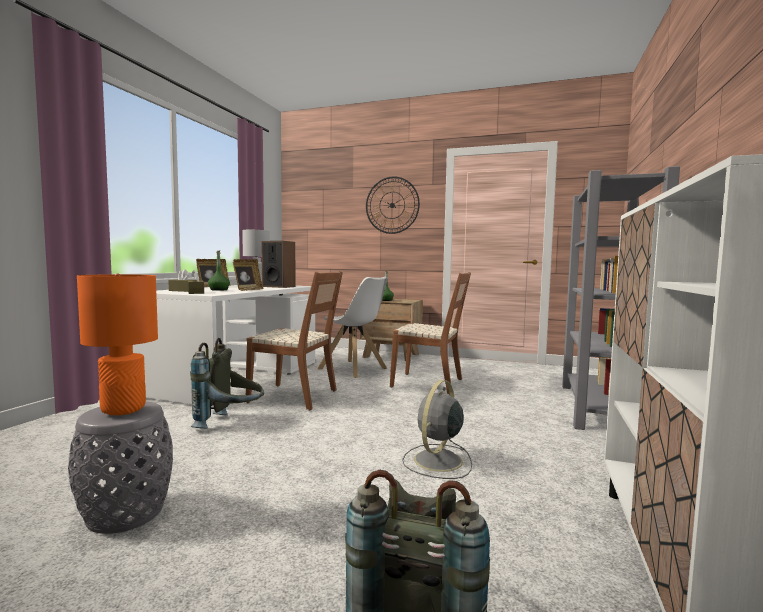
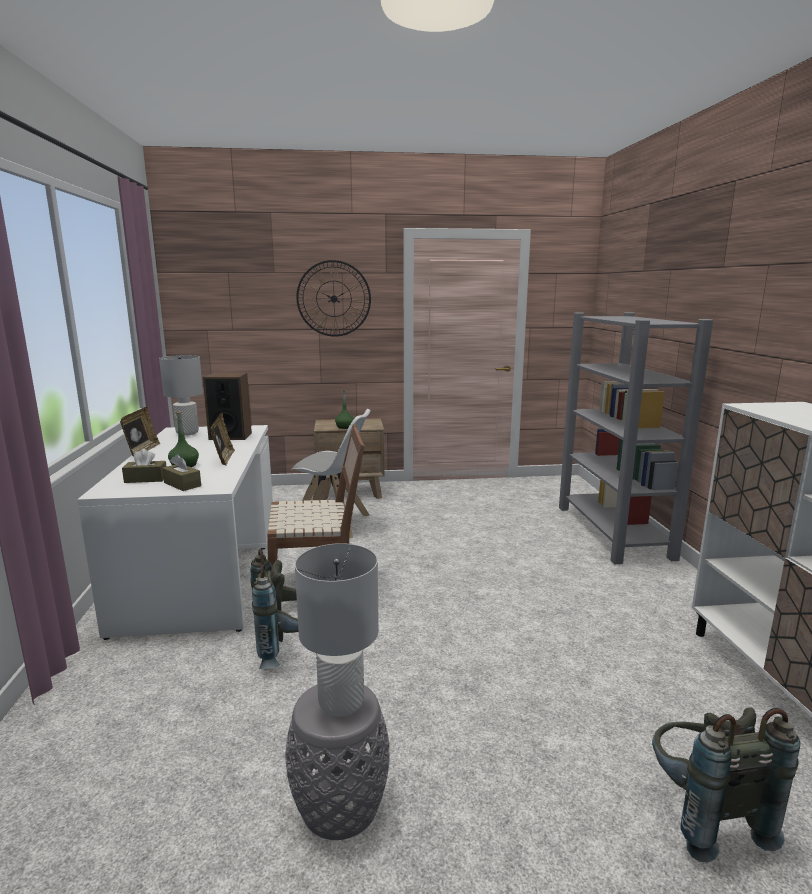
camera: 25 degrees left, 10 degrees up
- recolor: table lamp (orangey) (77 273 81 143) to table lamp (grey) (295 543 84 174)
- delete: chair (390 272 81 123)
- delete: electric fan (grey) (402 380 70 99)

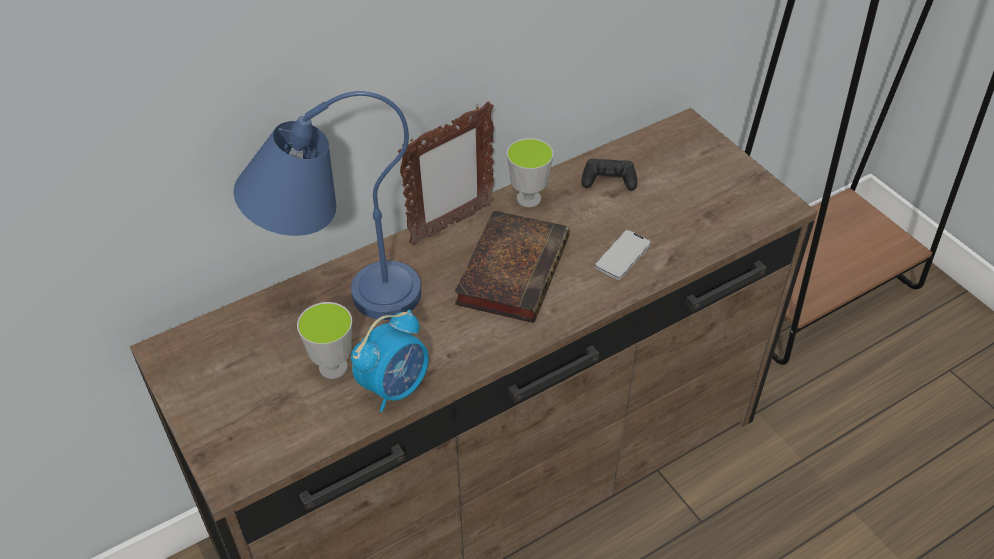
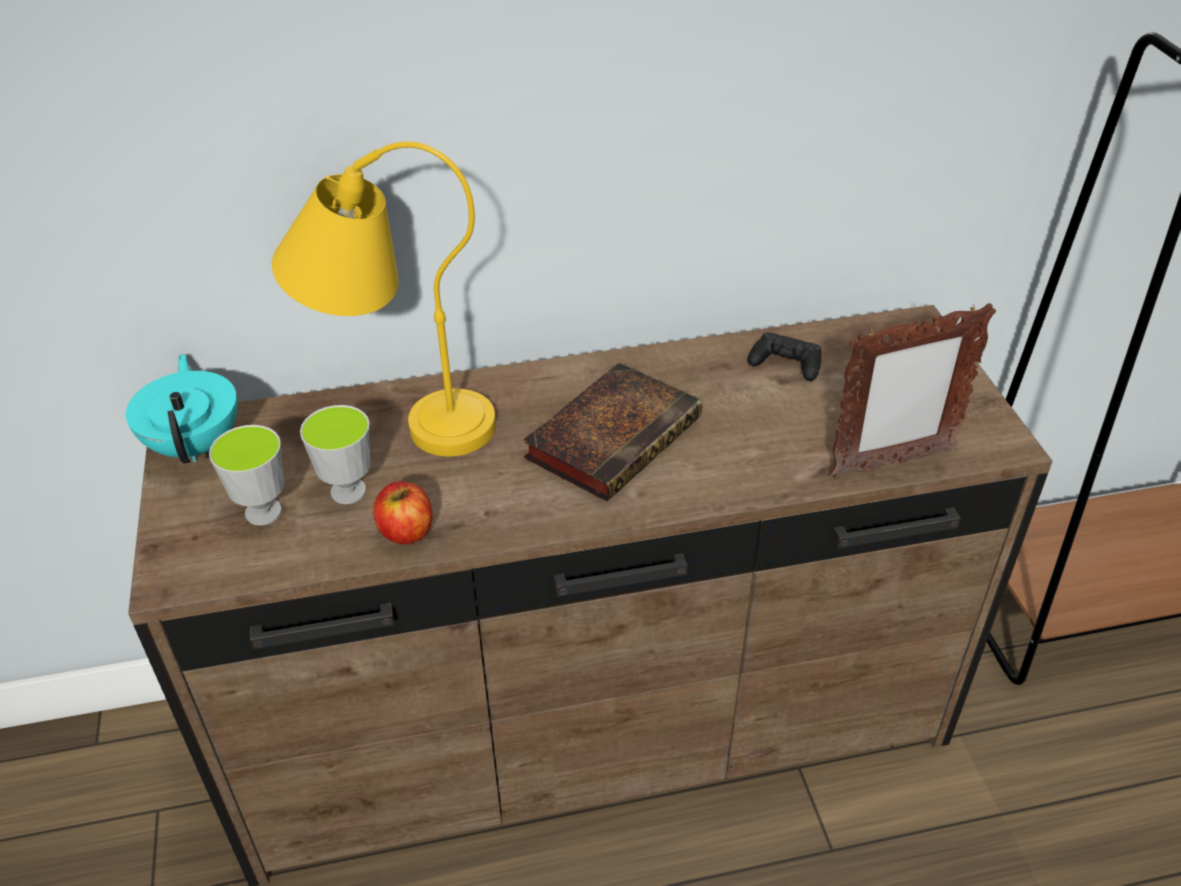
camera: 20 degrees right, 5 degrees down
- insert: teapot (turquoise-coloured) (126 354 111 109)
- move: drinking cup (506 138 48 69) to (209 425 76 100)
- recolor: table lamp (bluish) (234 91 187 229) to table lamp (yellow-coloured) (272 141 224 316)
- replace: bedside clock (351 310 78 102) to apple fruit (373 481 60 63)
- move: standing frame (398 101 96 145) to (829 303 167 176)
- delete: phone (594 230 57 50)

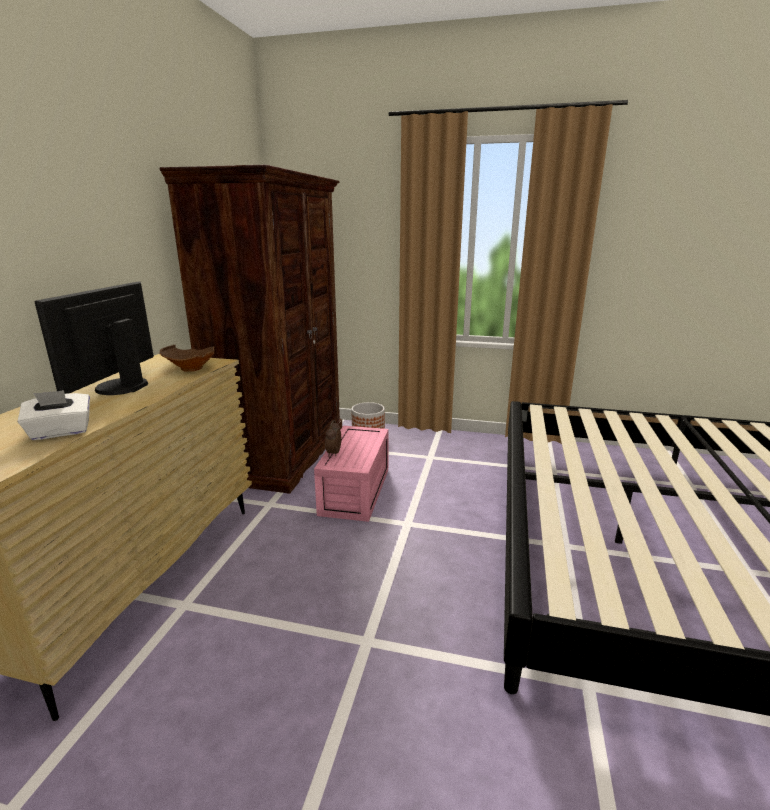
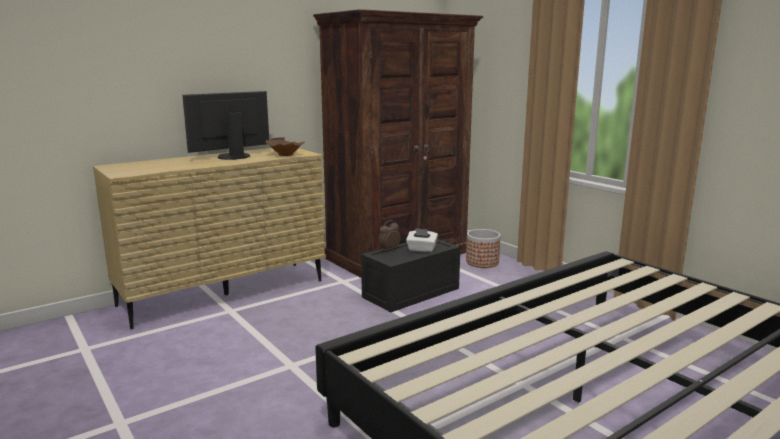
camera: 40 degrees right, 5 degrees down
- recolor: storage box (pink-coloured) (314 426 74 96) to storage box (blackish) (361 239 99 73)
- move: tissue box (white-coloured) (18 390 72 50) to (406 228 32 24)

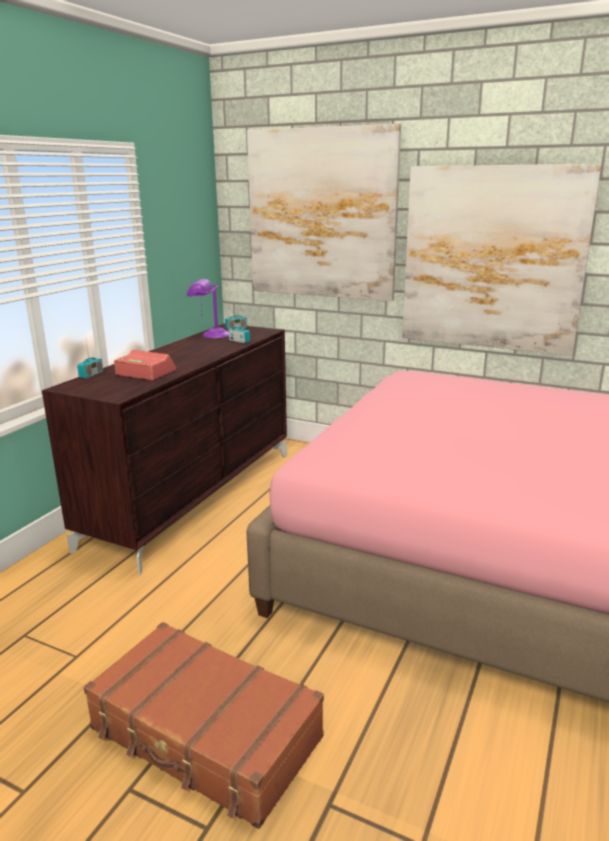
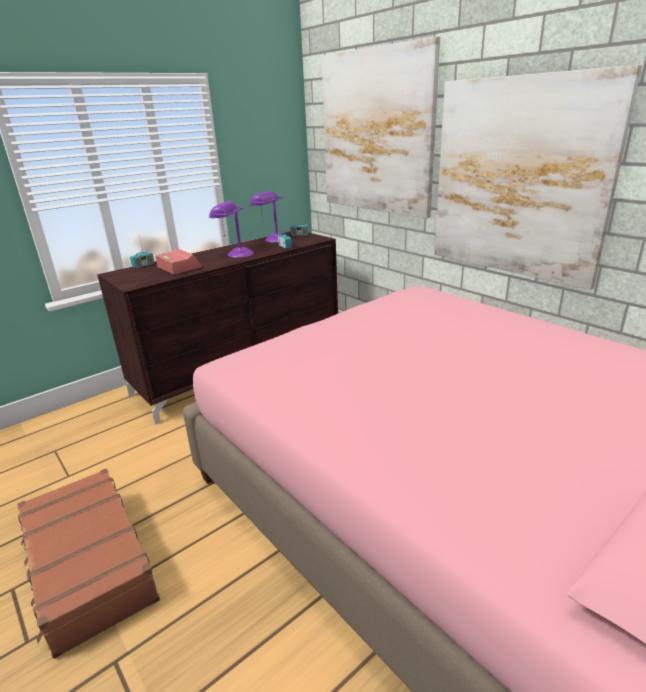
camera: 25 degrees right, 5 degrees up
- insert: table lamp (purple-coloured) (209 201 45 57)

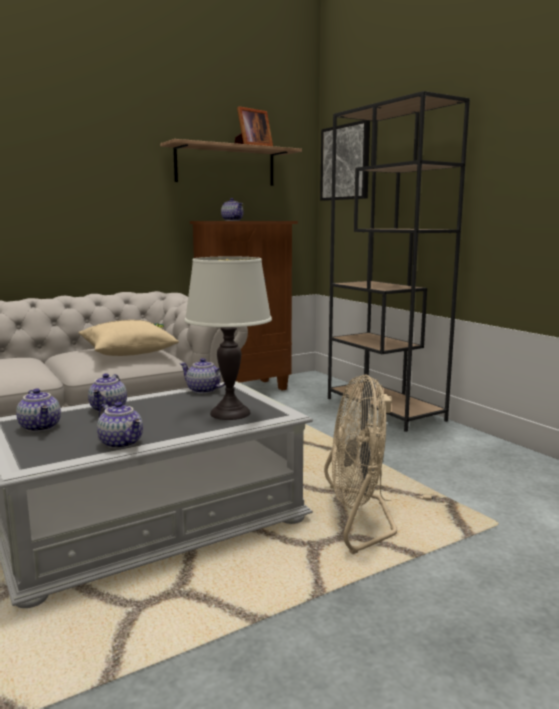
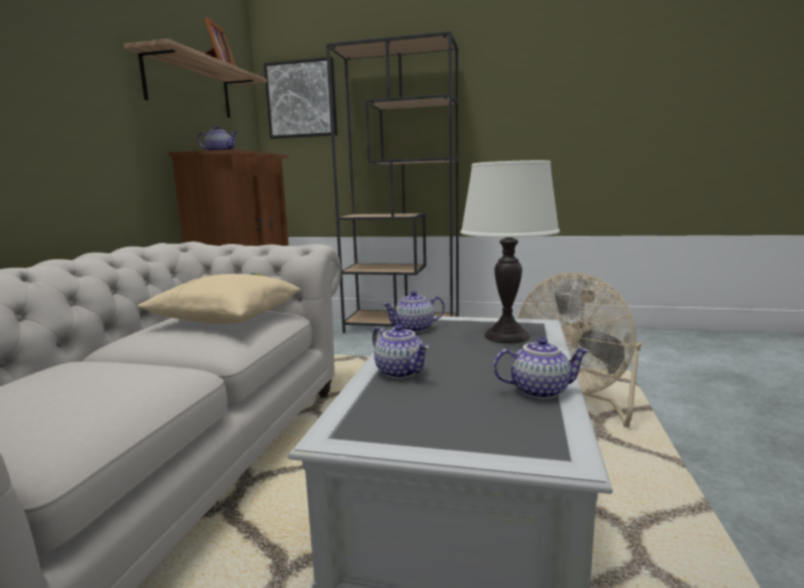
camera: 45 degrees left, 0 degrees up
- delete: teapot (16 389 45 43)

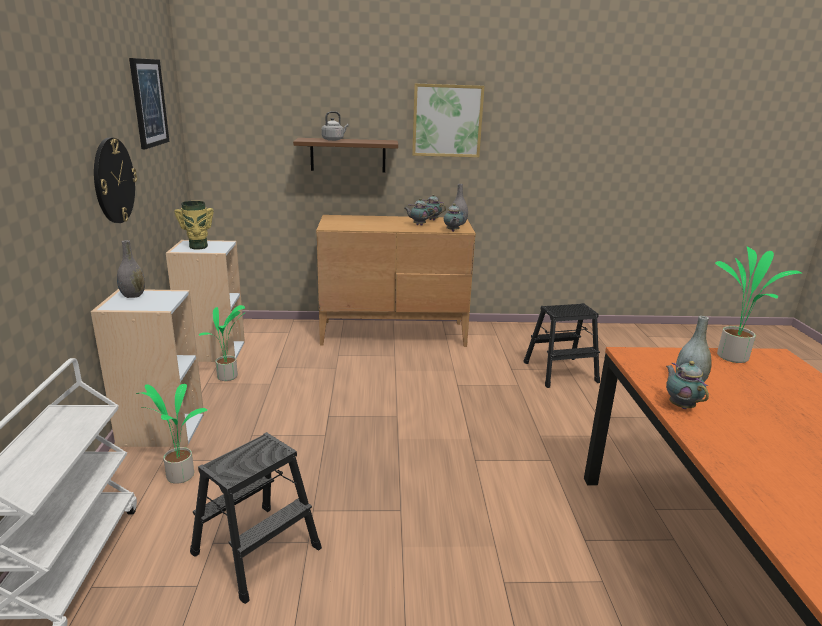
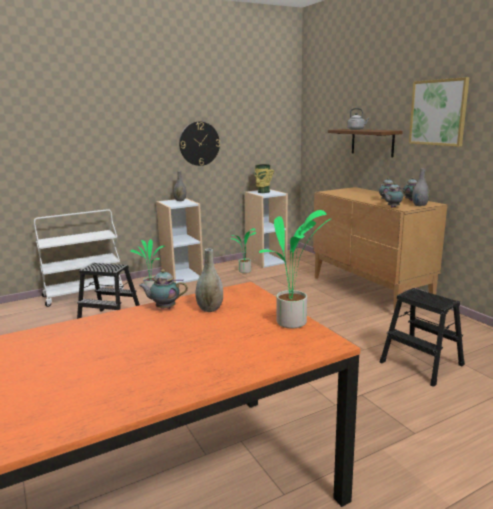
camera: 65 degrees right, 5 degrees down
- rotate: teapot (666 361 43 48) = (139 269 49 40) 135 degrees counterclockwise
- delete: picture (129 58 40 91)

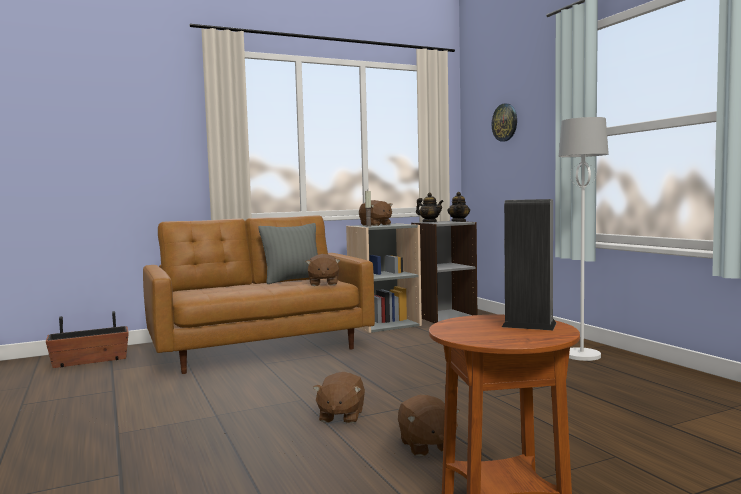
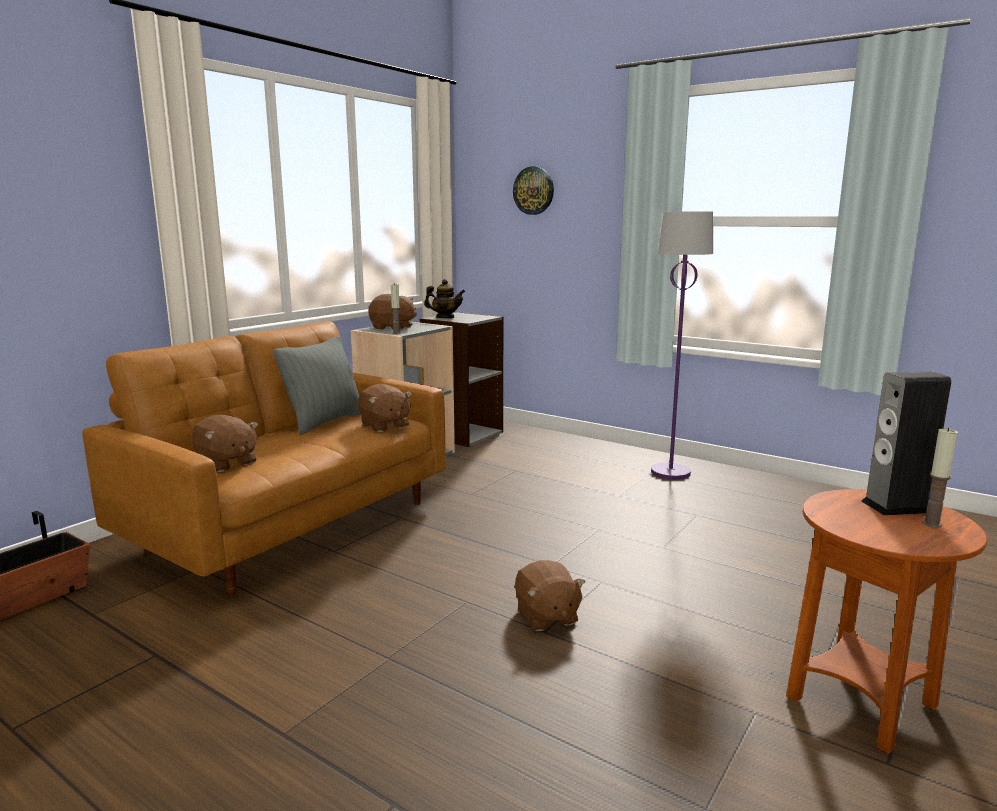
camera: 30 degrees left, 10 degrees up
- move: plush toy (brown) (398 395 62 62) to (192 415 66 57)
- recolor: floor lamp (white-coloured) (559 117 50 244) to floor lamp (purple-coloured) (651 211 62 269)
- insert: wax candle (922 428 36 100)
- delete: teapot (447 192 23 30)

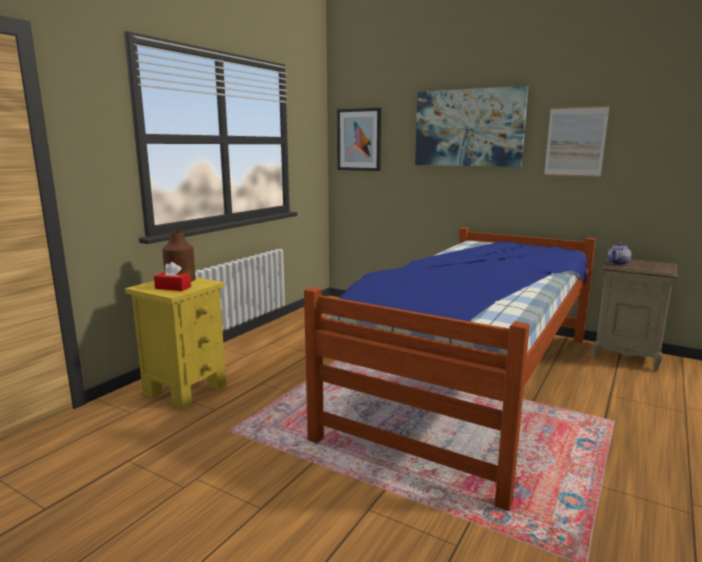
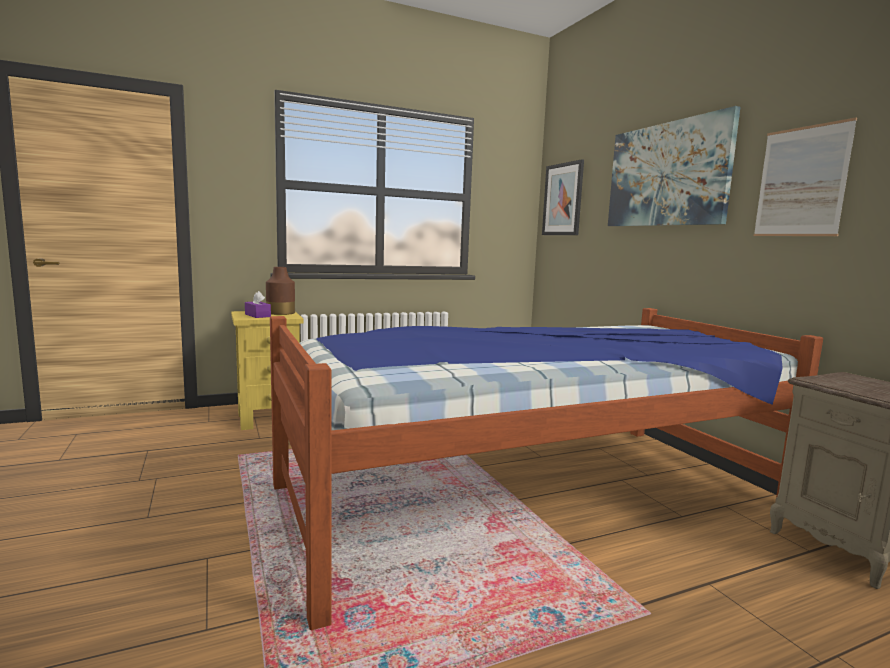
camera: 35 degrees right, 5 degrees down
- recolor: tissue box (red-coloured) (154 262 37 29) to tissue box (purple-coloured) (245 291 26 27)
- delete: teapot (607 243 24 22)

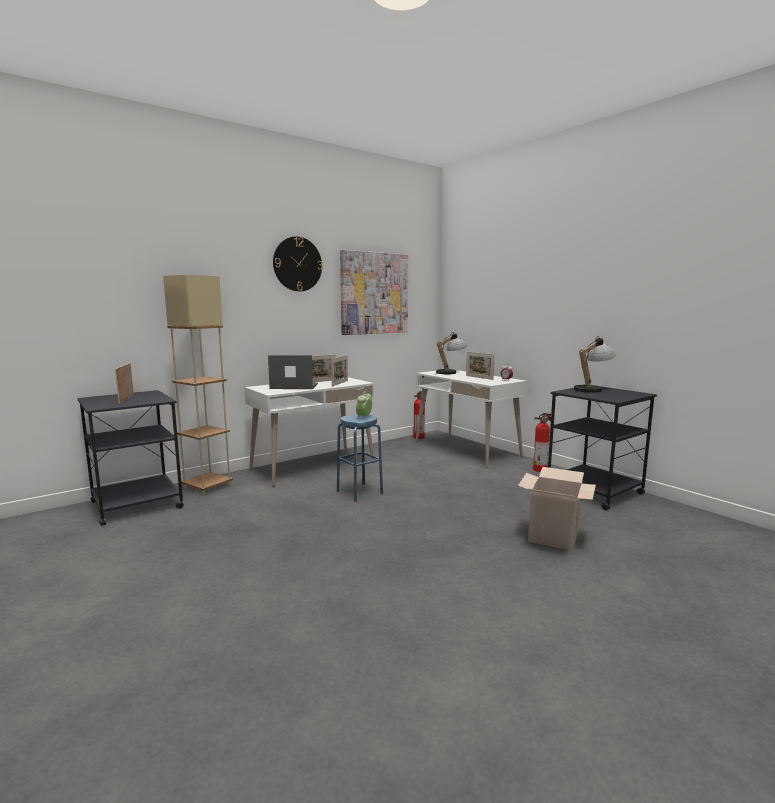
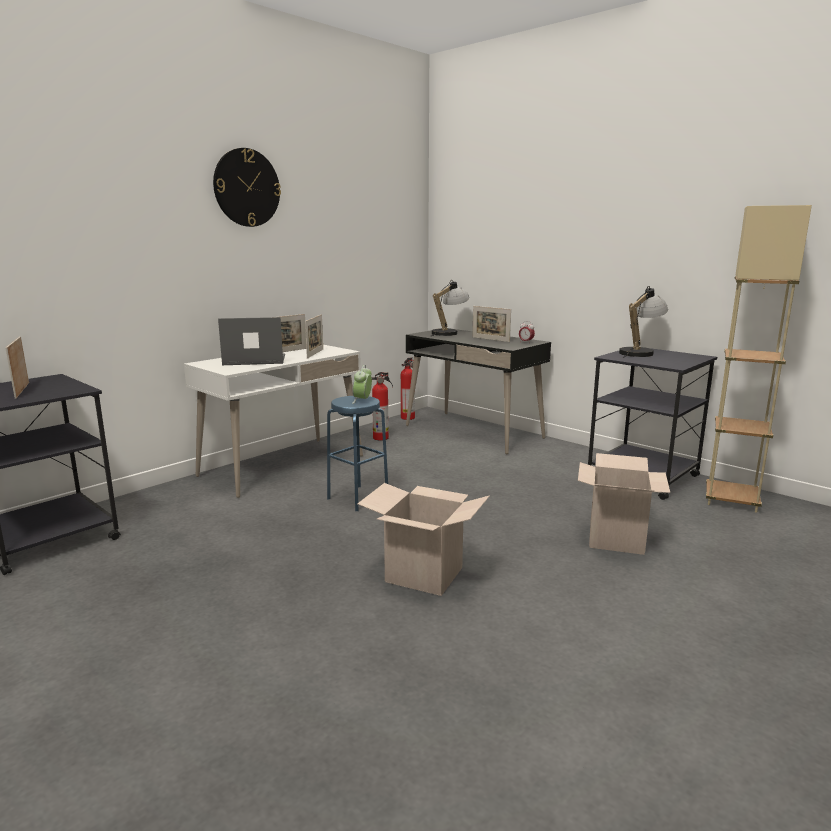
camera: 10 degrees left, 5 degrees up
- insert: packing box (357 483 133 113)
- move: fire extinguisher (533 413 18 59) to (372 372 21 68)
- recolor: desk table (white-coloured) (415 370 112 98) to desk table (blackish) (406 328 145 126)
- move: floor lamp (sand-coloured) (163 275 70 220) to (706 205 106 308)
- delete: picture (340 250 68 85)

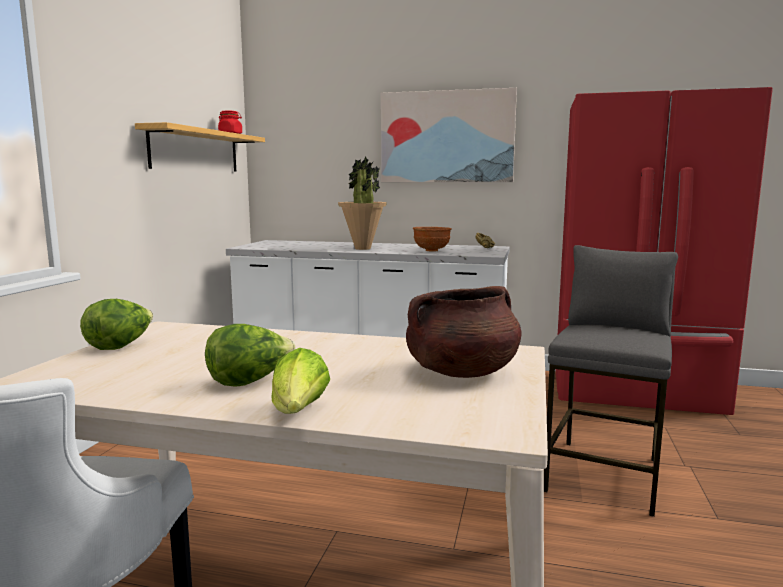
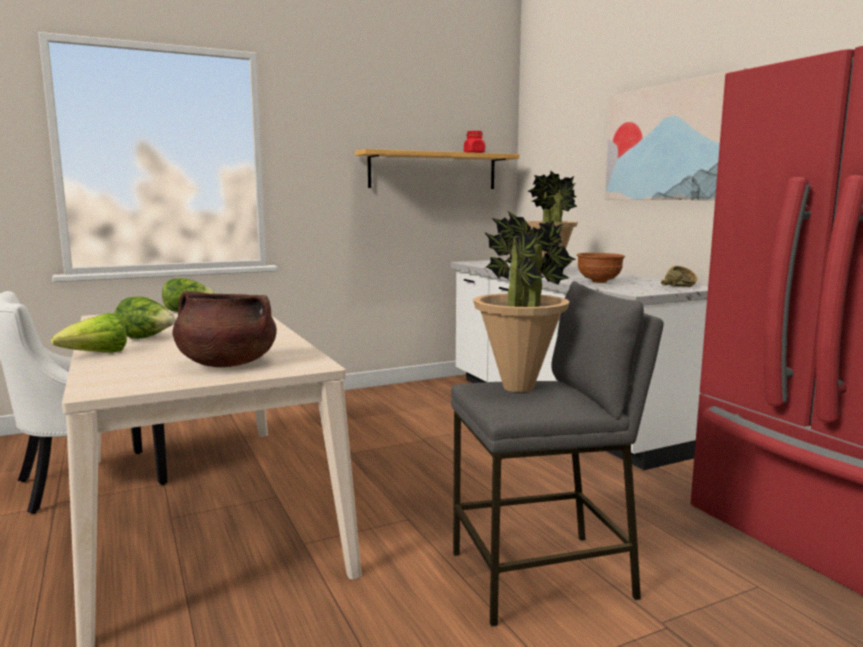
camera: 50 degrees right, 0 degrees up
- insert: houseplant (473 211 103 181)

